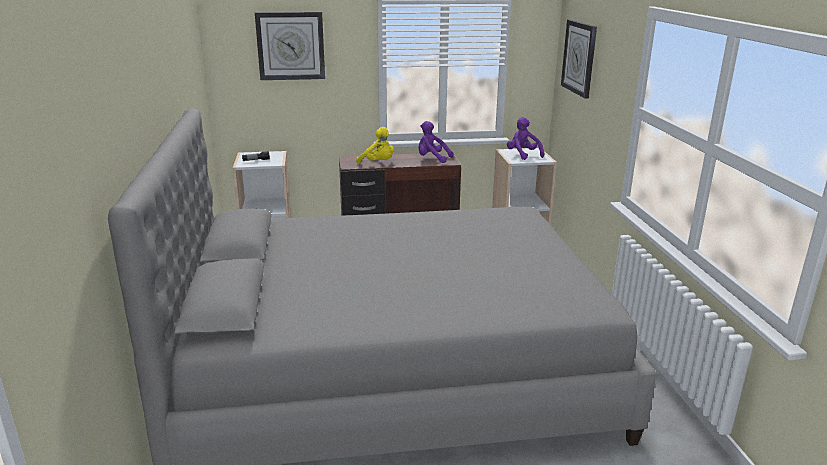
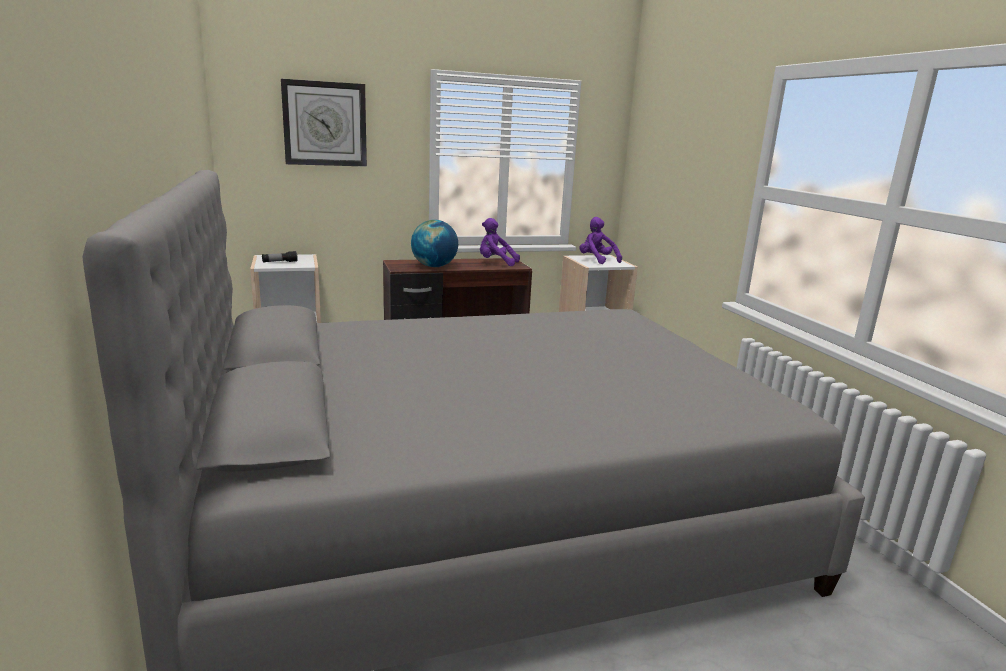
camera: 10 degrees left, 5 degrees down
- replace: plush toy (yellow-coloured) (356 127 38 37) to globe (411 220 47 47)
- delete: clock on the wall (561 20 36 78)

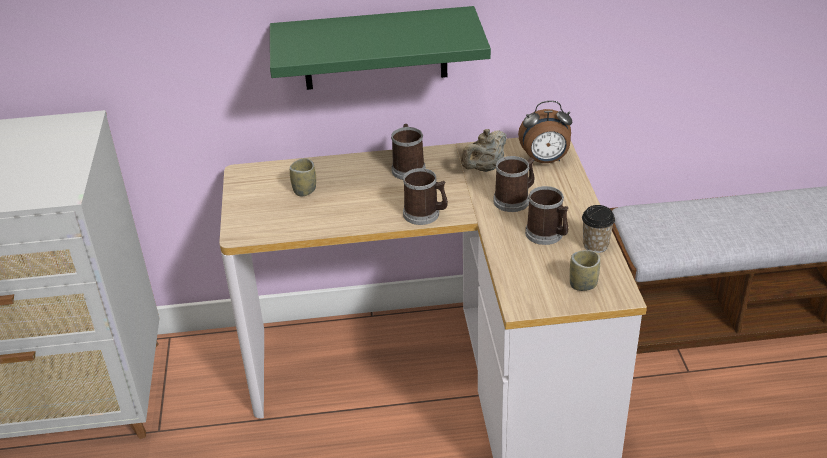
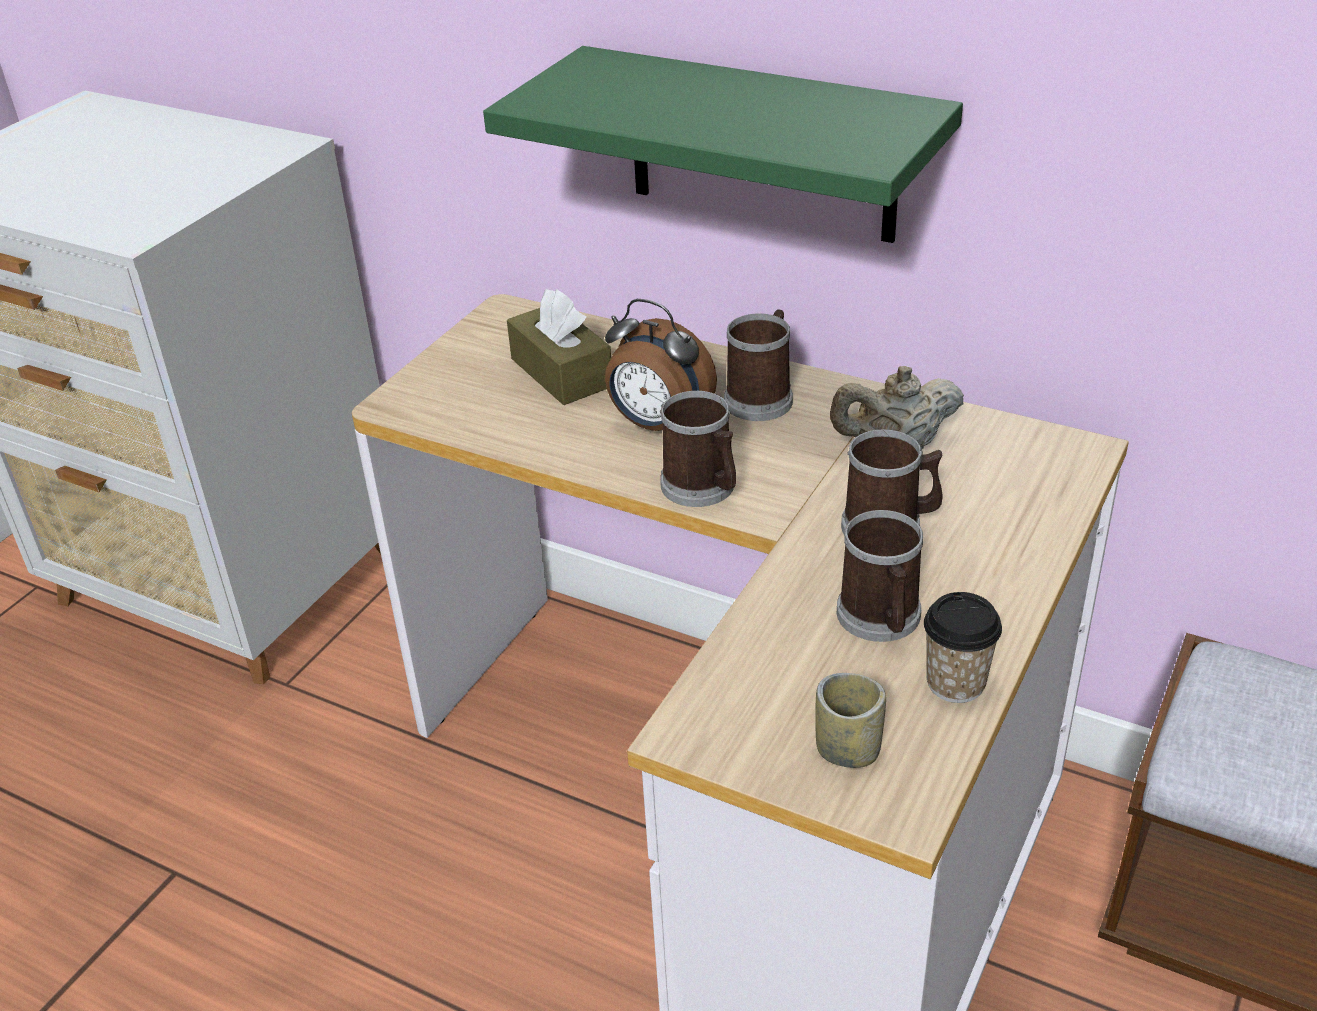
camera: 35 degrees right, 0 degrees up
- replace: drinking cup (290 158 26 39) to tissue box (brown) (507 289 104 116)
- move: bedside clock (518 101 54 62) to (605 299 112 132)

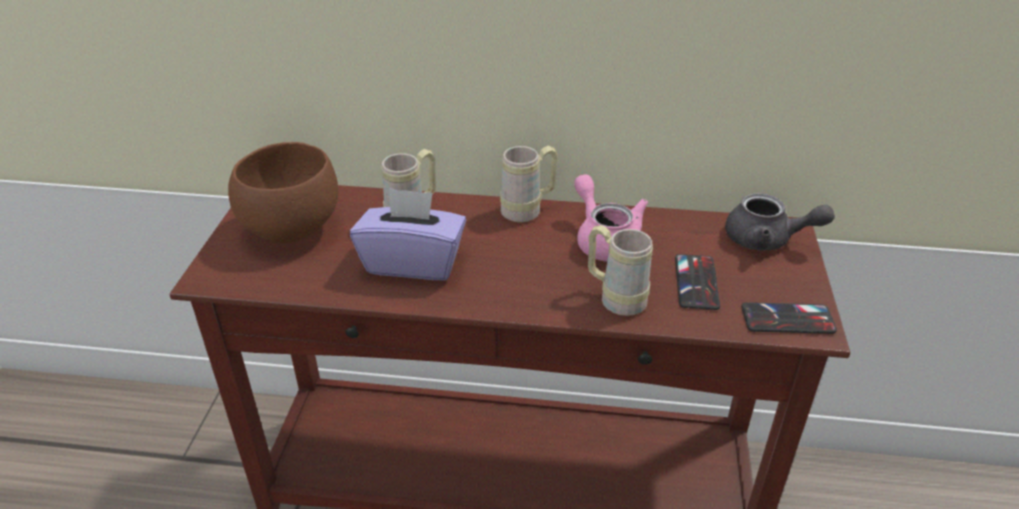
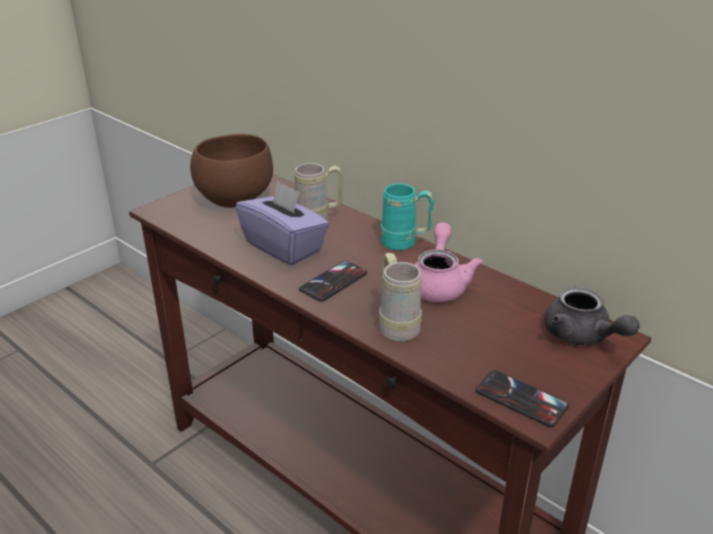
camera: 35 degrees right, 5 degrees down
- move: phone (675 254 45 56) to (299 261 68 41)
- recolor: tea mug (sand-coloured) (500 145 58 77) to tea mug (turquoise-coloured) (381 184 53 67)

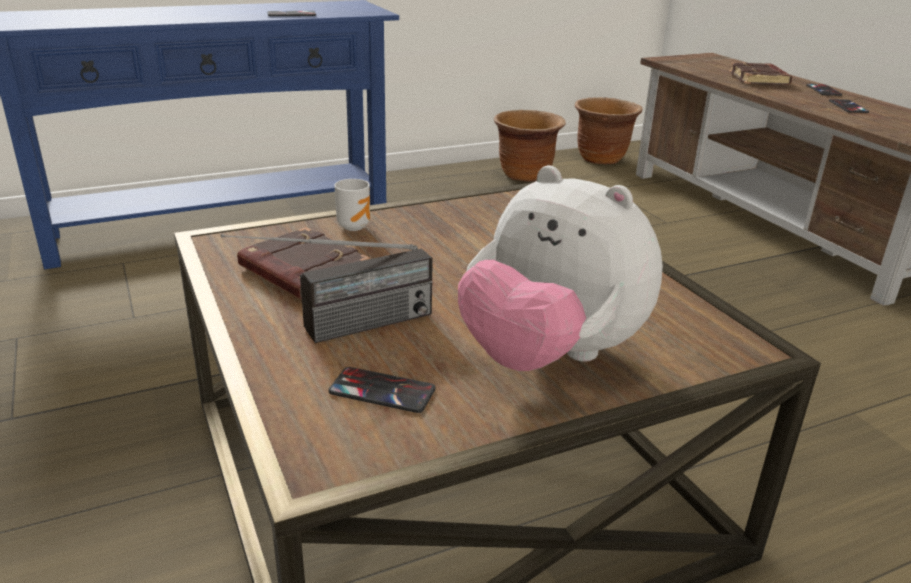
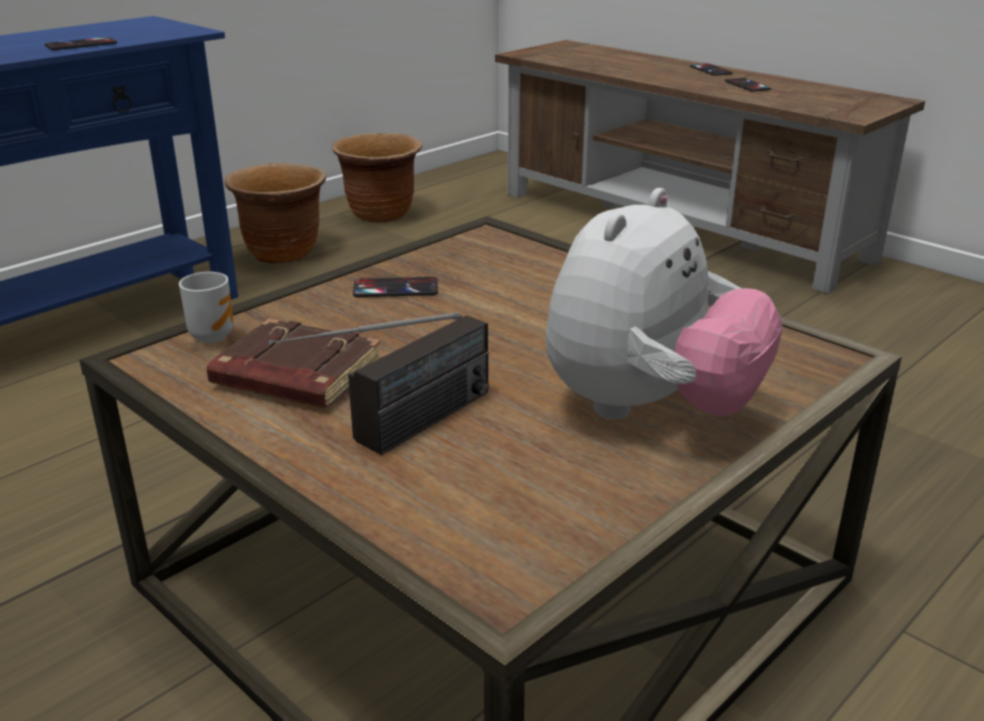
camera: 20 degrees left, 0 degrees up
- move: tea mug (334 179 36 52) to (179 272 54 71)
- move: plant pot (brown) (575 97 68 68) to (225 163 101 100)
- move: phone (328 367 108 46) to (353 277 85 20)
- rotate: plush toy (458 165 205 206) = (546 188 237 232) 75 degrees counterclockwise
- delete: book (brown) (729 62 63 23)

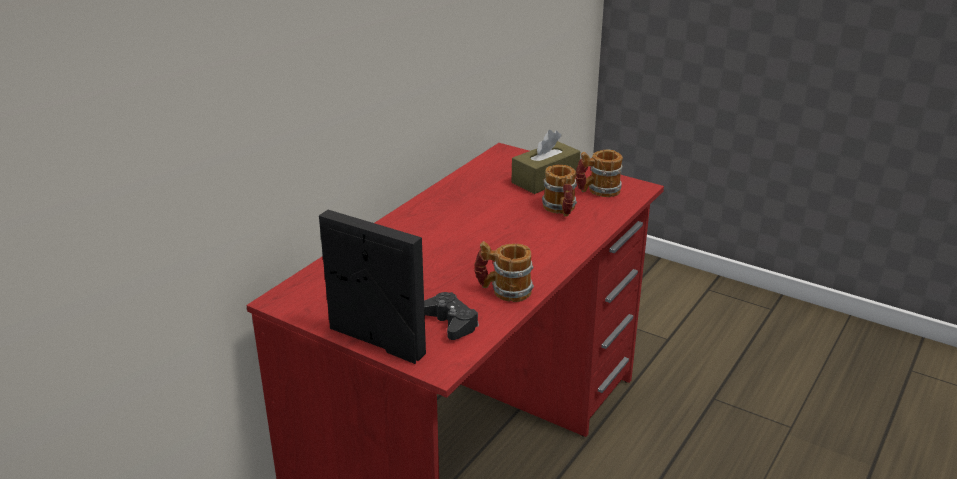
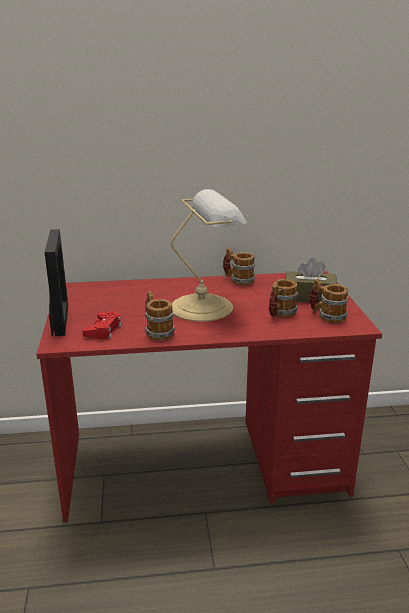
camera: 50 degrees right, 5 degrees down
- recolor: game controller (blackish) (424 292 55 48) to game controller (red-coloured) (82 312 40 27)
- insert: table lamp (171 189 76 133)
- insert: tea mug (223 248 32 38)

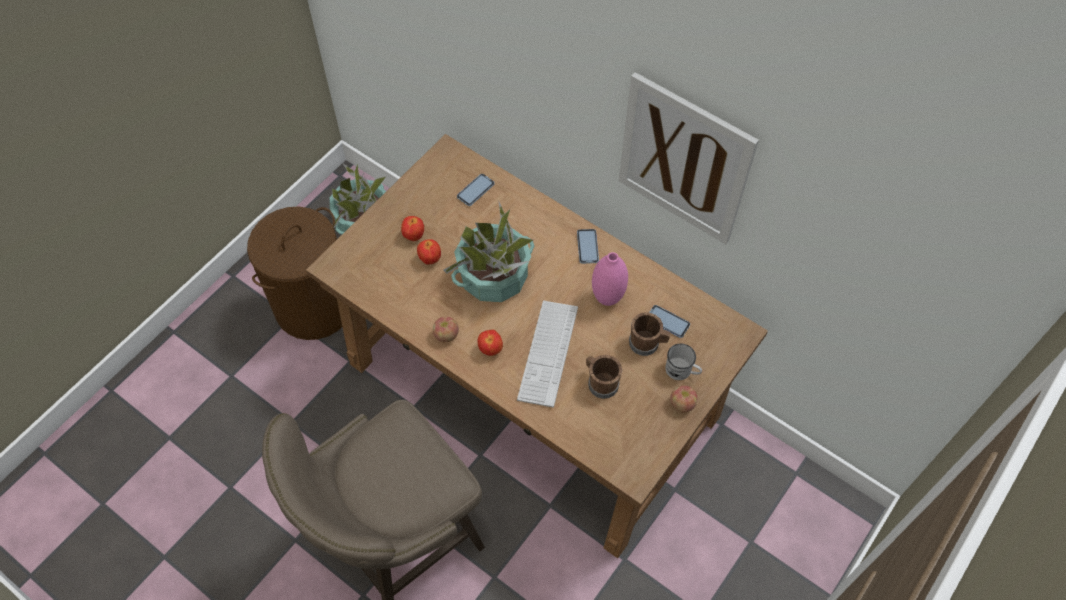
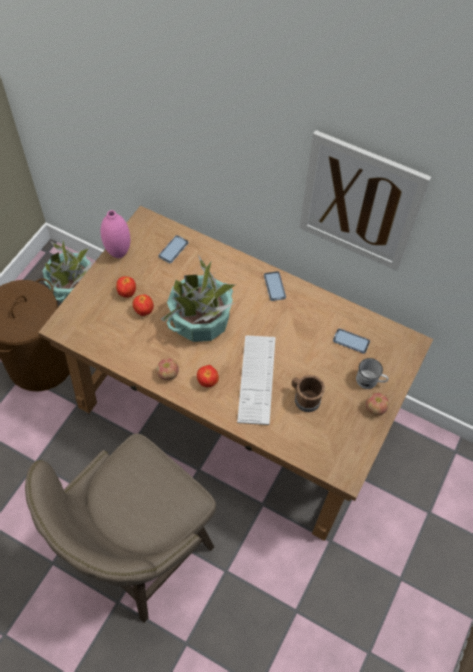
camera: 10 degrees left, 0 degrees up
- move: vase (pink-coloured) (592 252 36 54) to (100 210 30 48)
- delete: tea mug (brown) (629 312 42 44)

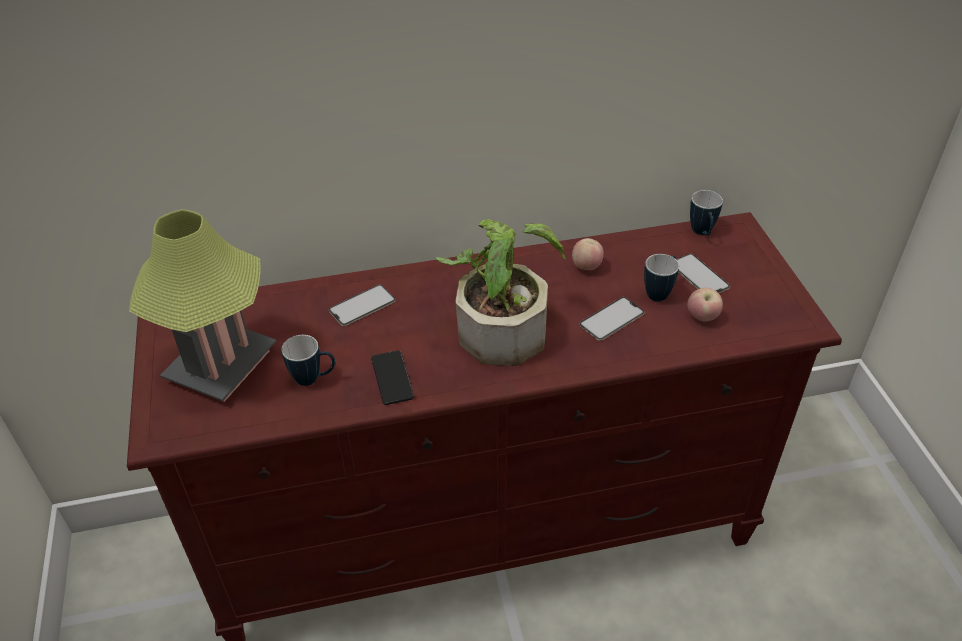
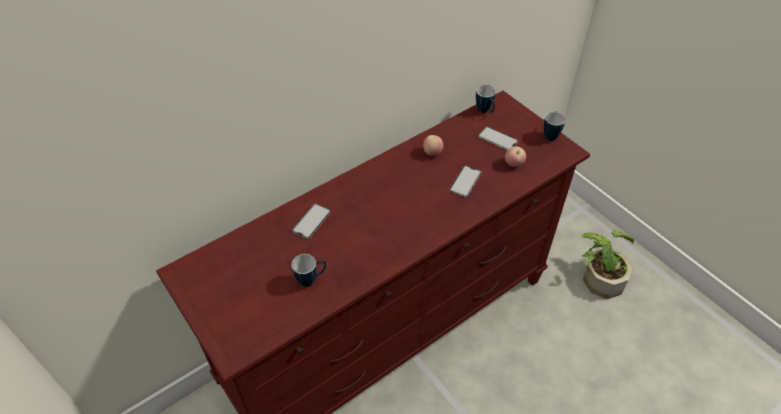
camera: 25 degrees left, 5 degrees up
- move: tea mug (644 254 35 48) to (544 111 22 30)
- move: houseplant (435 219 130 147) to (580 230 54 69)
- delete: table lamp (129 209 147 193)
- delete: phone (371 350 43 55)

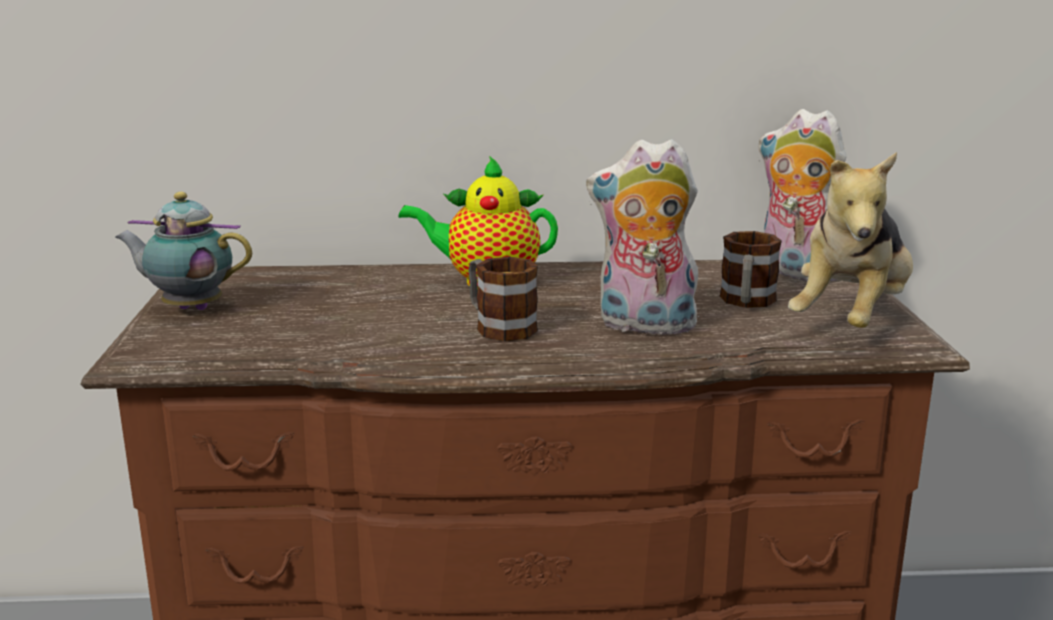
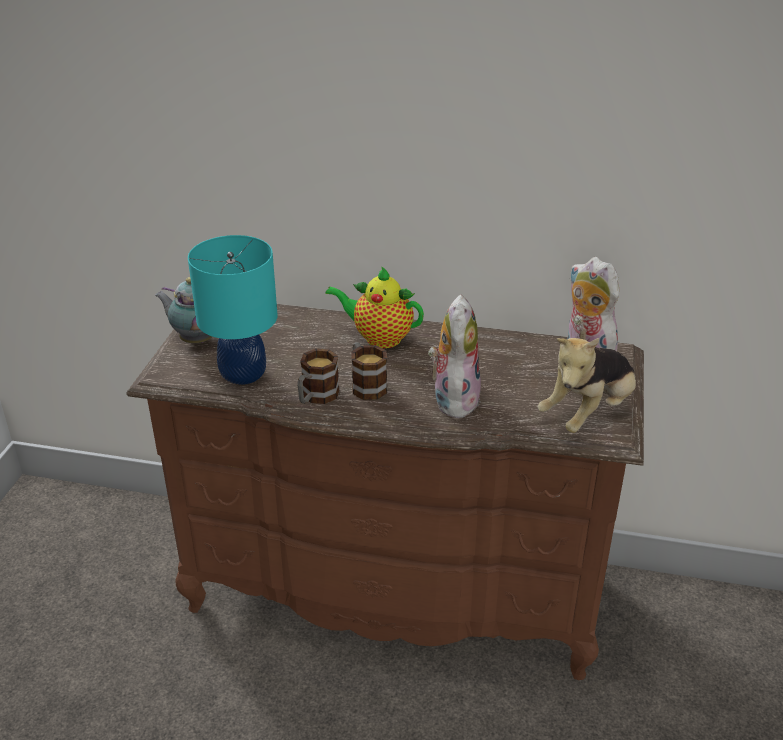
camera: 15 degrees right, 15 degrees up
- insert: table lamp (turquoise-coloured) (188 235 90 150)
- move: tea mug (720 231 62 77) to (297 349 42 55)
- rotate: plush toy (586 139 113 195) = (428 294 53 124) 75 degrees clockwise

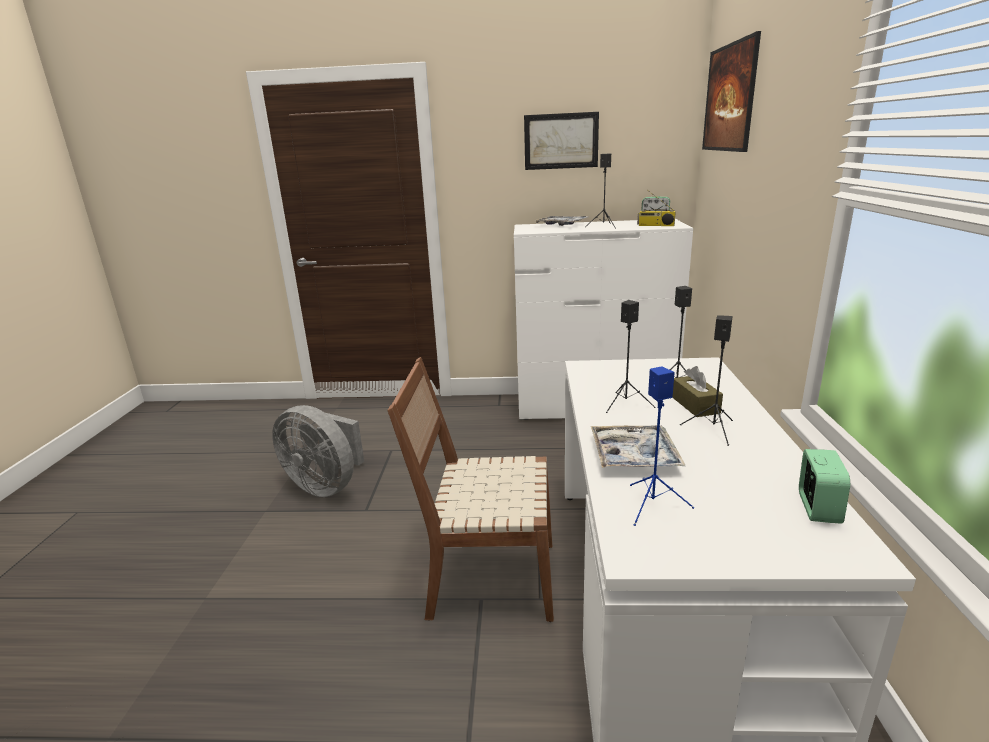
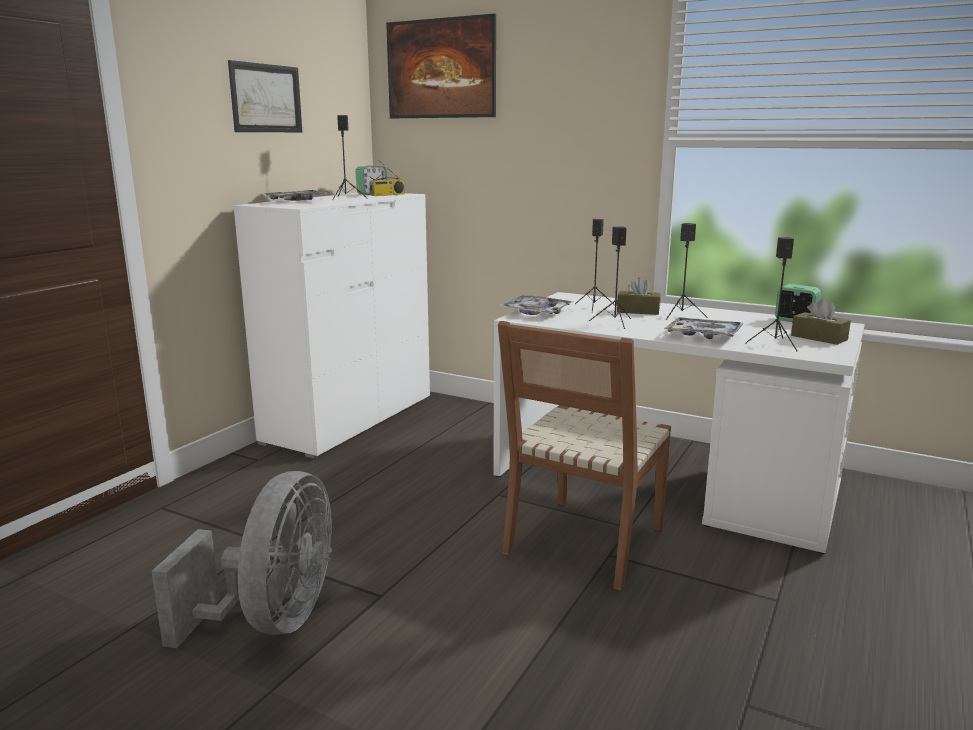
camera: 65 degrees left, 5 degrees down
- rotate: electric fan (grey) (272 405 92 92) = (151 471 181 177) 45 degrees counterclockwise
- insert: tray (499 295 75 20)
- recolor: speaker (bluish) (630 366 64 160) to speaker (blackish) (745 237 52 114)
- insert: tissue box (brown) (791 299 60 46)

